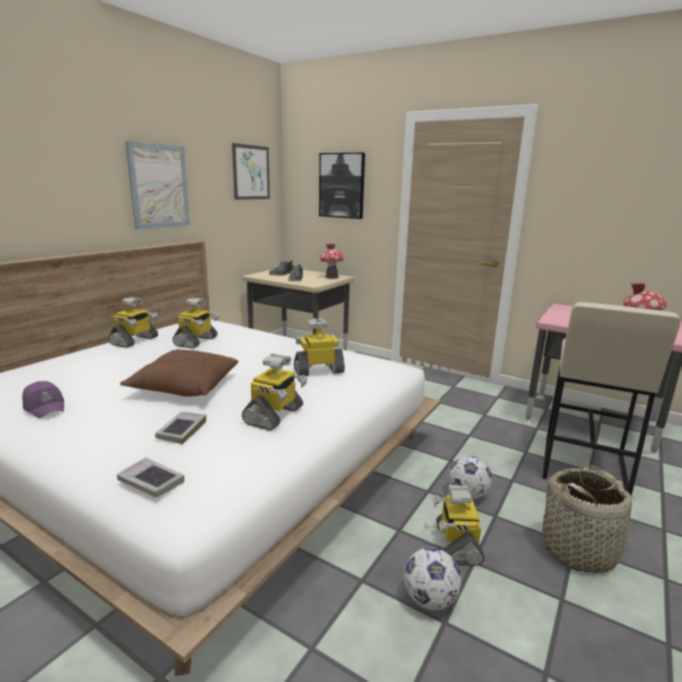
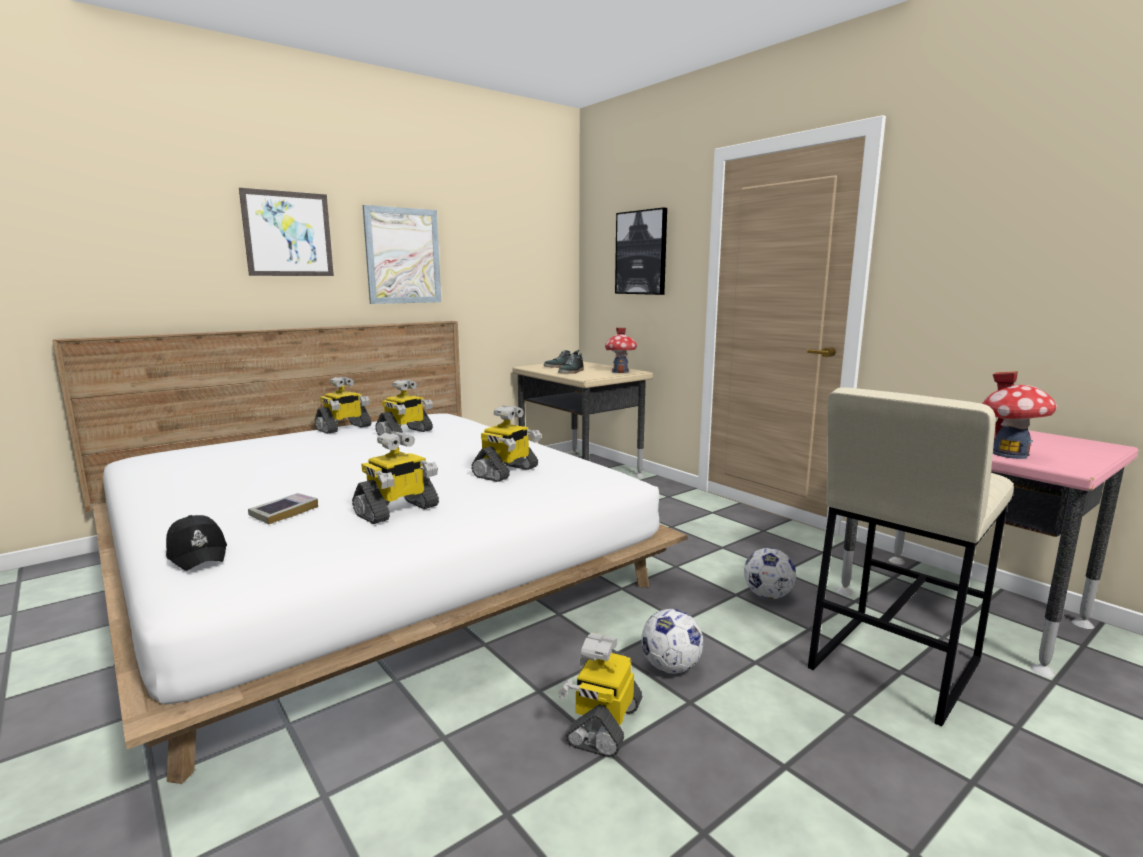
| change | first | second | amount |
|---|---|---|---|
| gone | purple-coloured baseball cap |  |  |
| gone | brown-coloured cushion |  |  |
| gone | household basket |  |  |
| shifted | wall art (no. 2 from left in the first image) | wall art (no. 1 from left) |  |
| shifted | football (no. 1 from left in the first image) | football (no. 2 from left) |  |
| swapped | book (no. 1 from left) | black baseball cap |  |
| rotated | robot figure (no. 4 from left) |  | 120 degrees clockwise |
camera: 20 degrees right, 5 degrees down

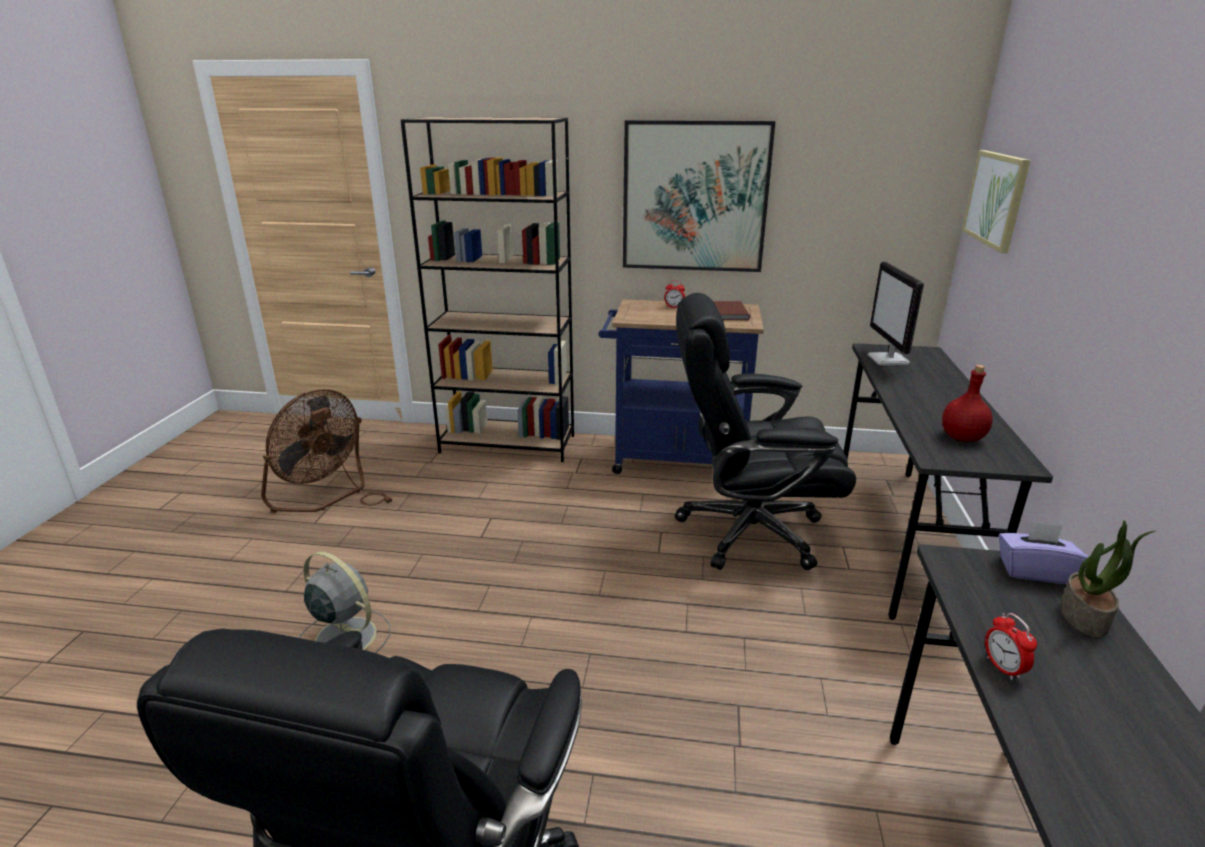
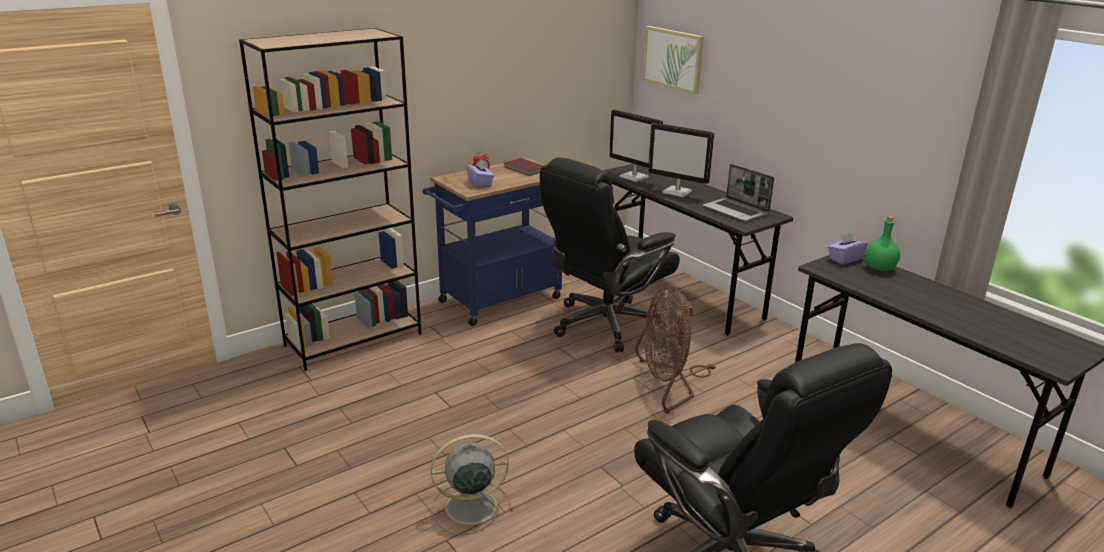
| change | first | second | amount |
|---|---|---|---|
| gone | wall art (no. 1 from left) |  |  |
| gone | table clock (no. 2 from left) |  |  |
| new |  | purple-coloured box of tissues (no. 1 from left) |  |
| new |  | monitor (no. 2 from left) |  |
| shifted | brown-coloured fan |  |  |
| swapped | red beverage bottle | notebook computer |  |
| swapped | houseplant | green-coloured beverage bottle |  |
camera: 45 degrees left, 0 degrees up

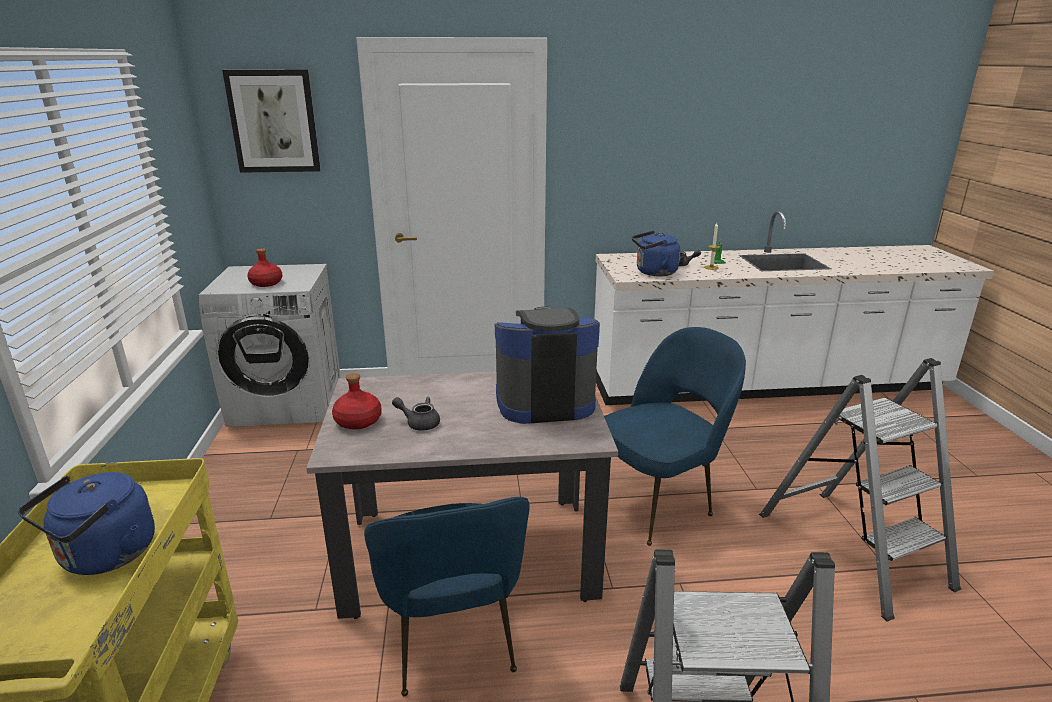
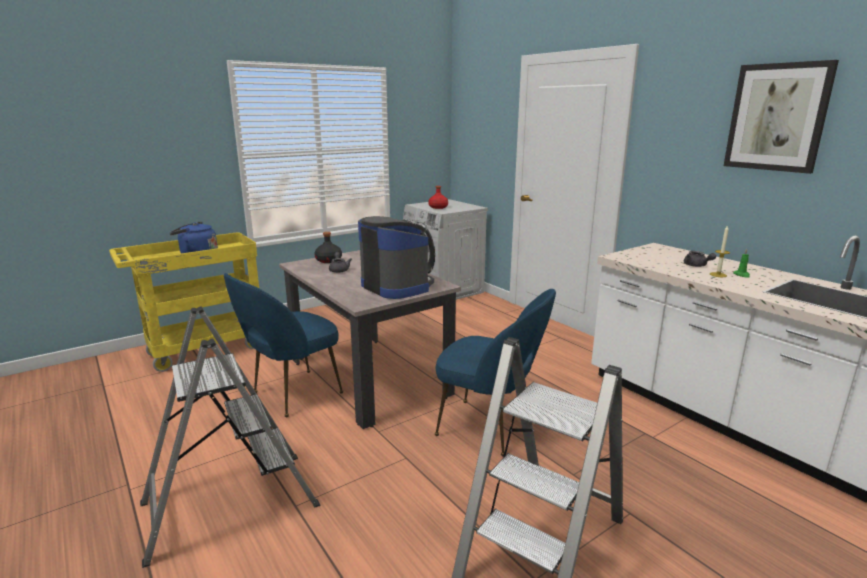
| change | first | second | amount |
|---|---|---|---|
| gone | blue-coloured kettle (no. 2 from left) |  |  |
| shifted | wall art |  |  |
| repainted | red beverage bottle (no. 2 from left) | black beverage bottle |  |
camera: 60 degrees right, 5 degrees down

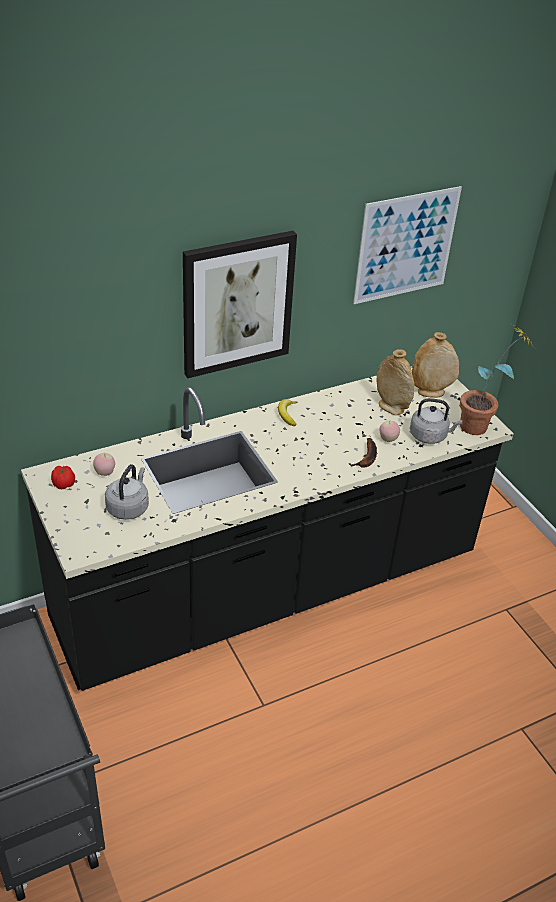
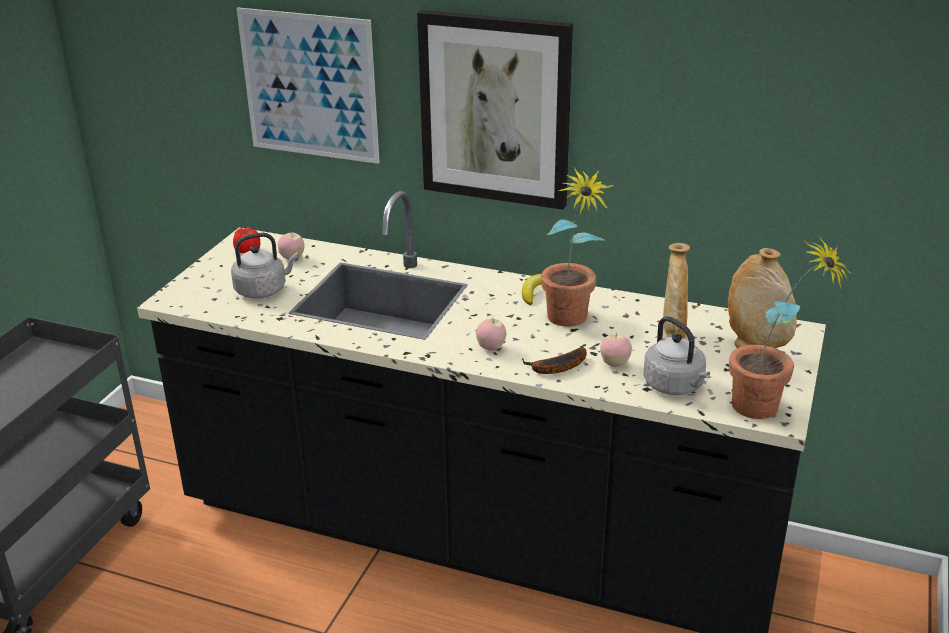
| change | first | second | amount |
|---|---|---|---|
| new |  | apple (no. 2 from left) |  |
| new |  | houseplant (no. 1 from left) |  |
| shifted | wall art (no. 2 from left in the first image) | wall art (no. 1 from left) |  |
camera: 50 degrees right, 10 degrees down

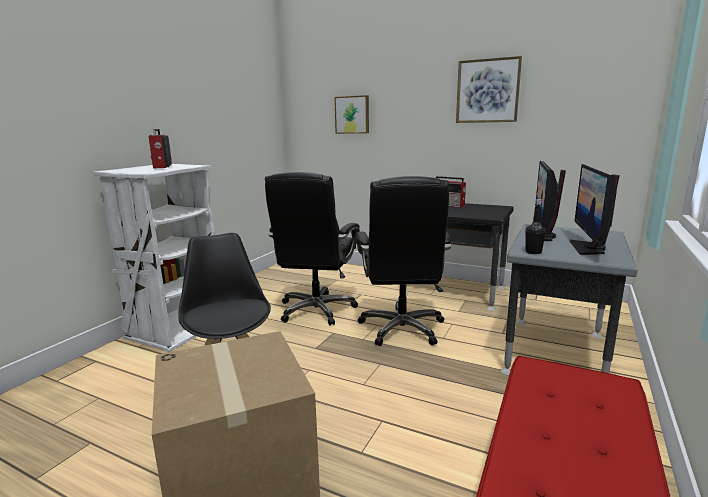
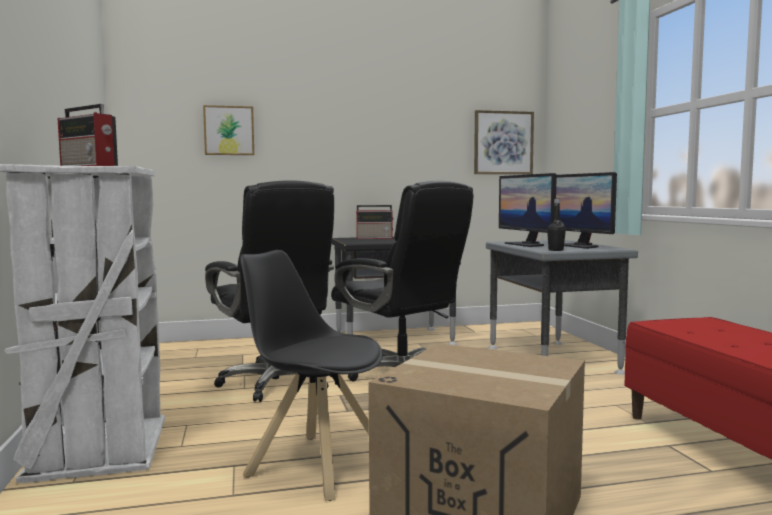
| change | first | second | amount |
|---|---|---|---|
| shifted | wall art (no. 2 from left) |  |  |
camera: 40 degrees left, 10 degrees down

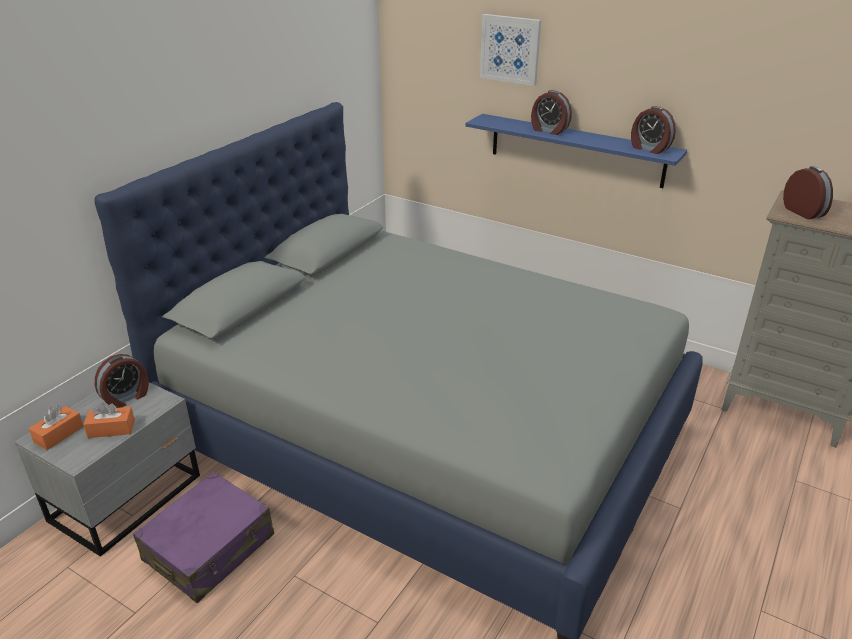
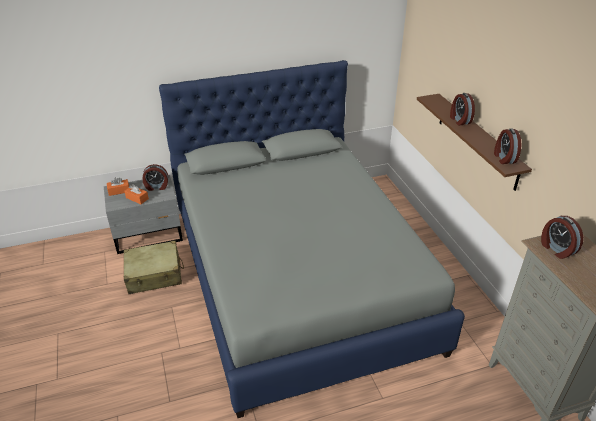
| change | first | second | amount |
|---|---|---|---|
| gone | wall art |  |  |
| repainted | purple-coloured piece of luggage | beige-coloured piece of luggage |  |
| repainted | blue-coloured shelf | brown-coloured shelf |  |
| rotated | table clock (no. 4 from left) |  | 135 degrees clockwise |
camera: 40 degrees right, 5 degrees up

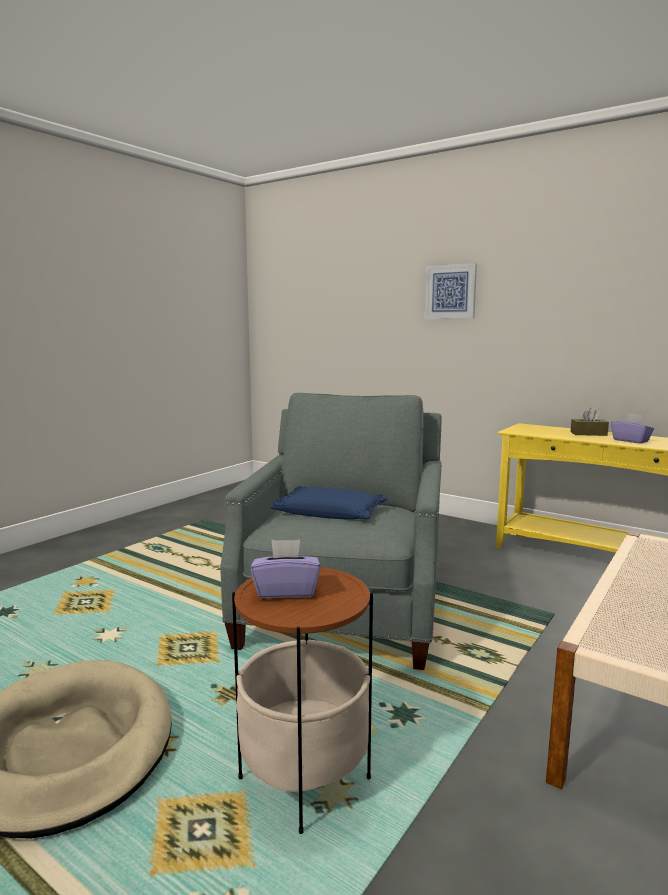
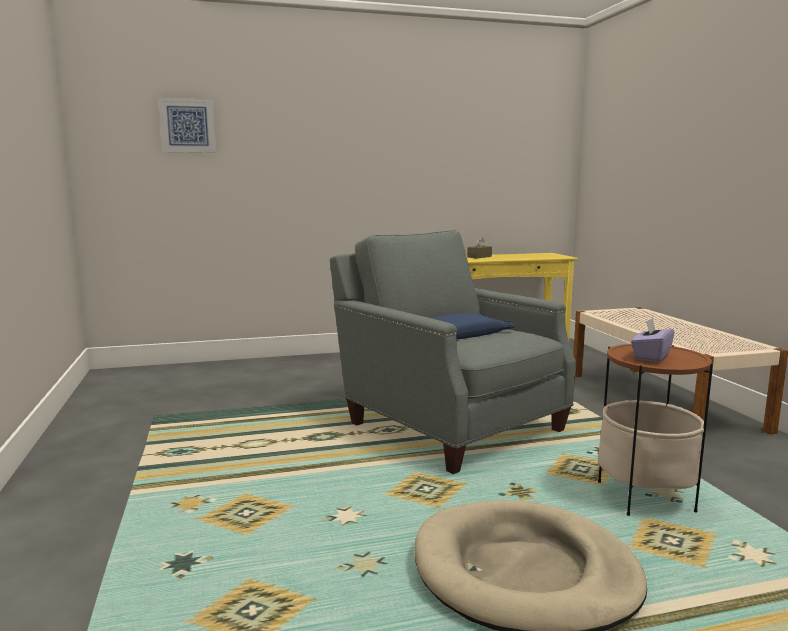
| change | first | second | amount |
|---|---|---|---|
| gone | purple-coloured box of tissues (no. 2 from left) |  |  |
| shifted | wall art |  |  |
camera: 50 degrees left, 0 degrees up

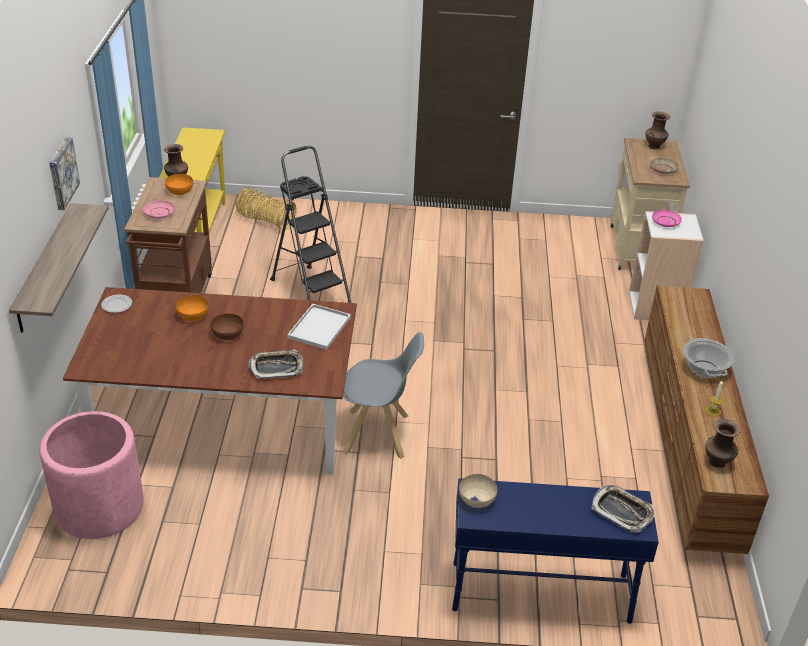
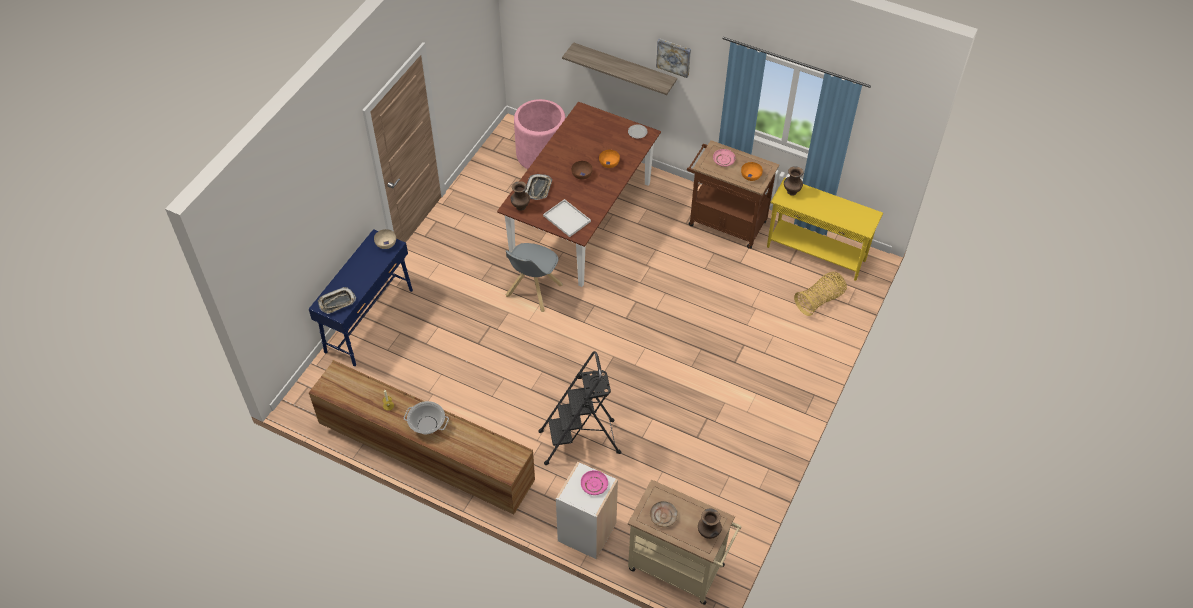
| change | first | second | amount |
|---|---|---|---|
| shifted | step stool |  |  |
| shifted | brown-coloured flower vase (no. 3 from left in the first image) | brown-coloured flower vase (no. 1 from left) |  |
camera: 115 degrees right, 15 degrees up

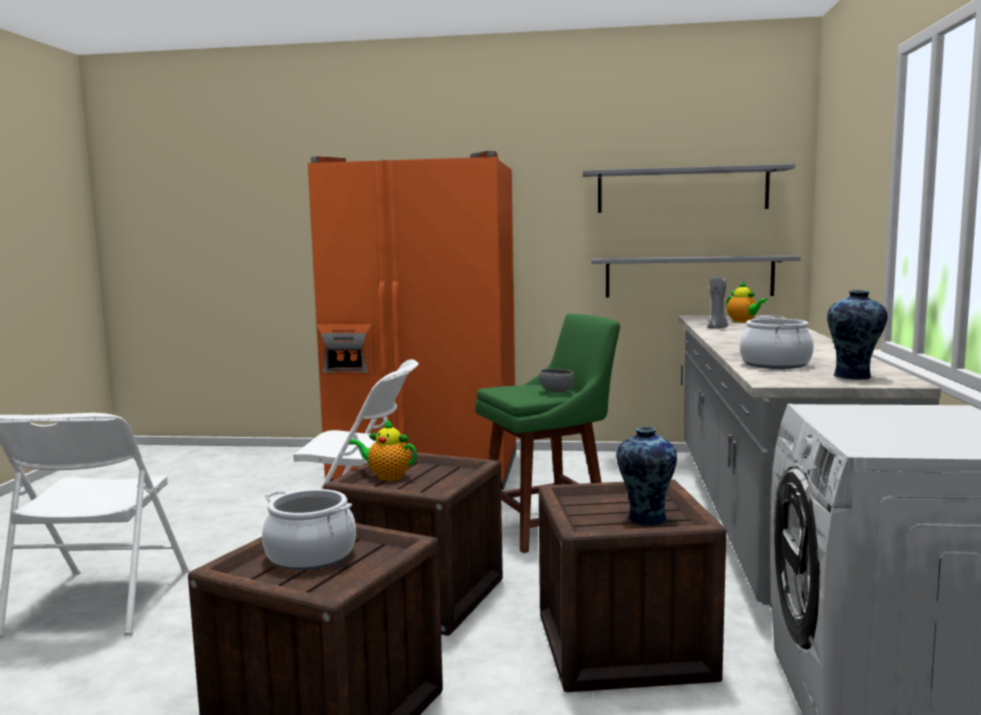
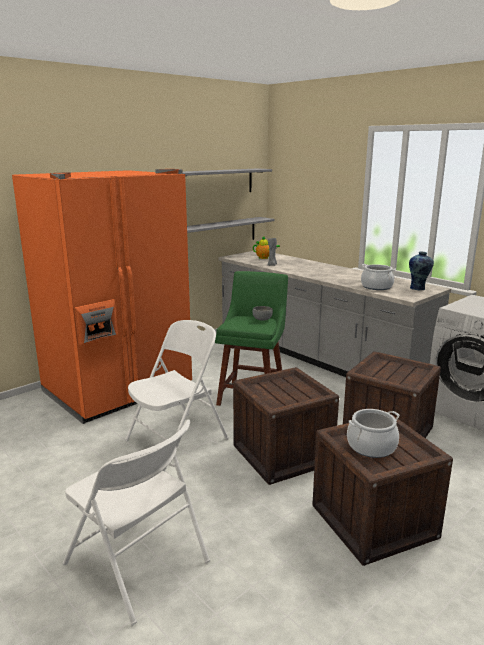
| change | first | second | amount |
|---|---|---|---|
| gone | tea pot (no. 1 from left) |  |  |
| gone | flower vase (no. 1 from left) |  |  |
camera: 50 degrees left, 10 degrees up

